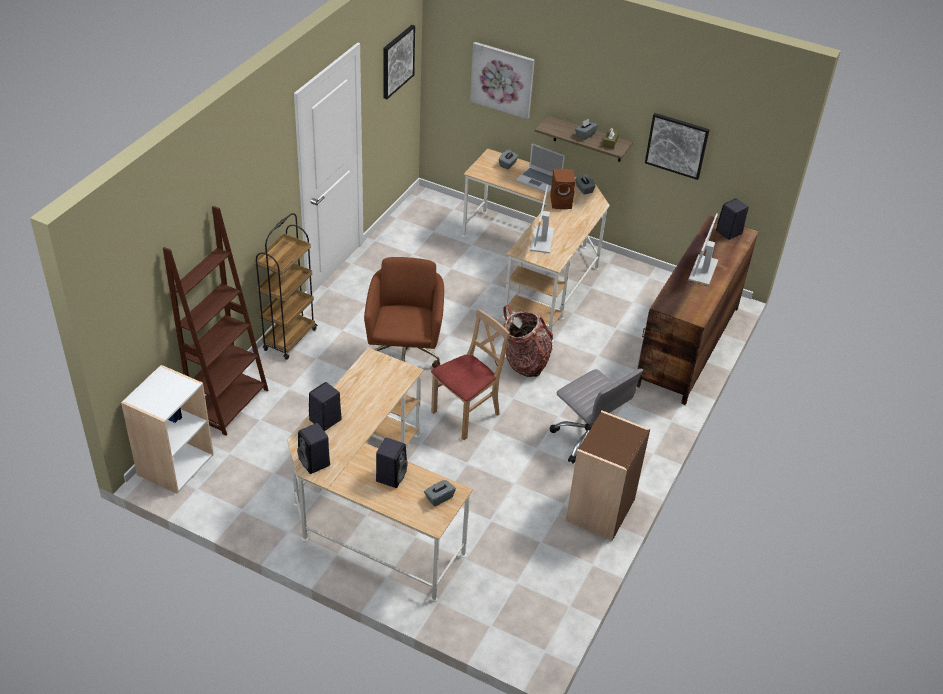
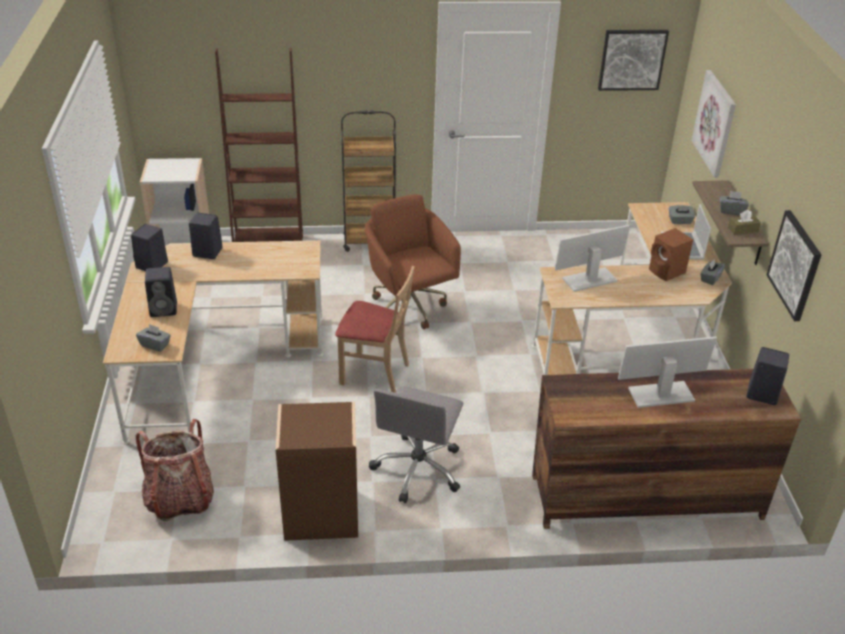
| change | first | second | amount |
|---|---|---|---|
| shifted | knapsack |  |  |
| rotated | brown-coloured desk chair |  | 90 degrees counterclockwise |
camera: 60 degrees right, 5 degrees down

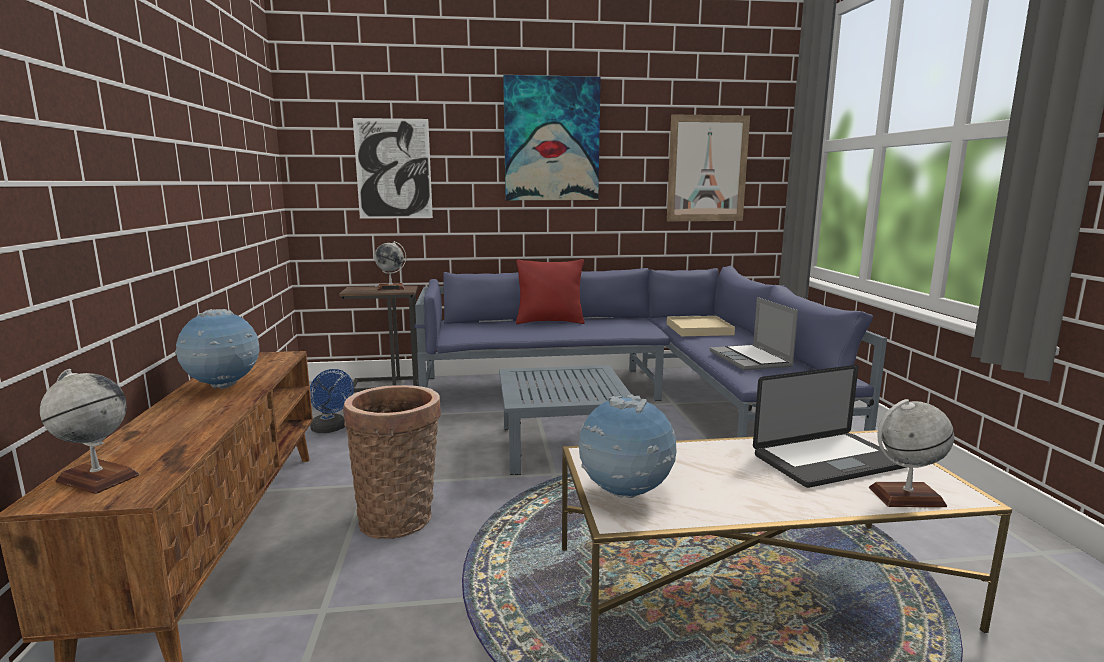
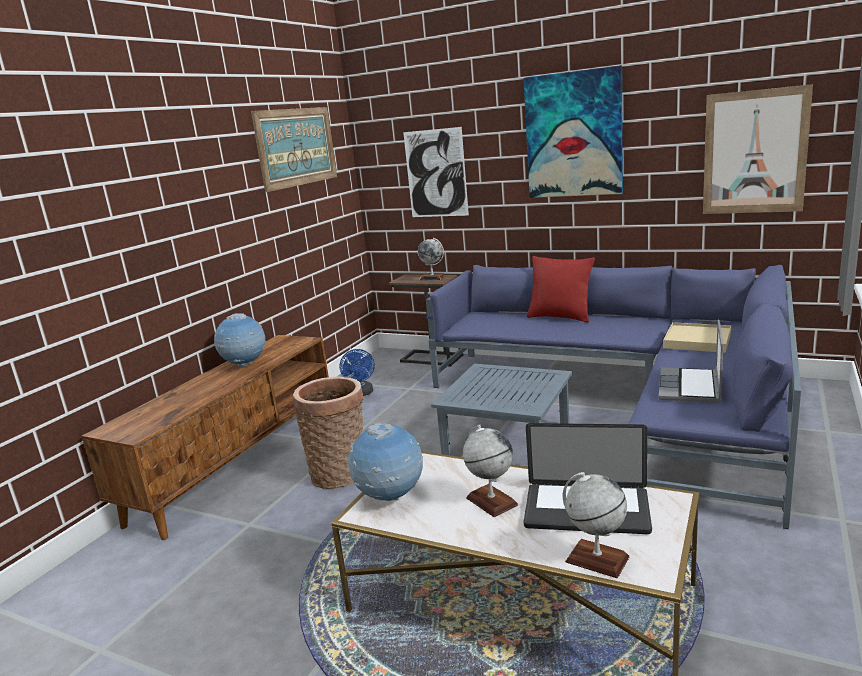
| change | first | second | amount |
|---|---|---|---|
| new |  | wall art (no. 1 from left) |  |
| shifted | world globe (no. 1 from left in the first image) | world globe (no. 4 from left) |  |
camera: 35 degrees right, 5 degrees up

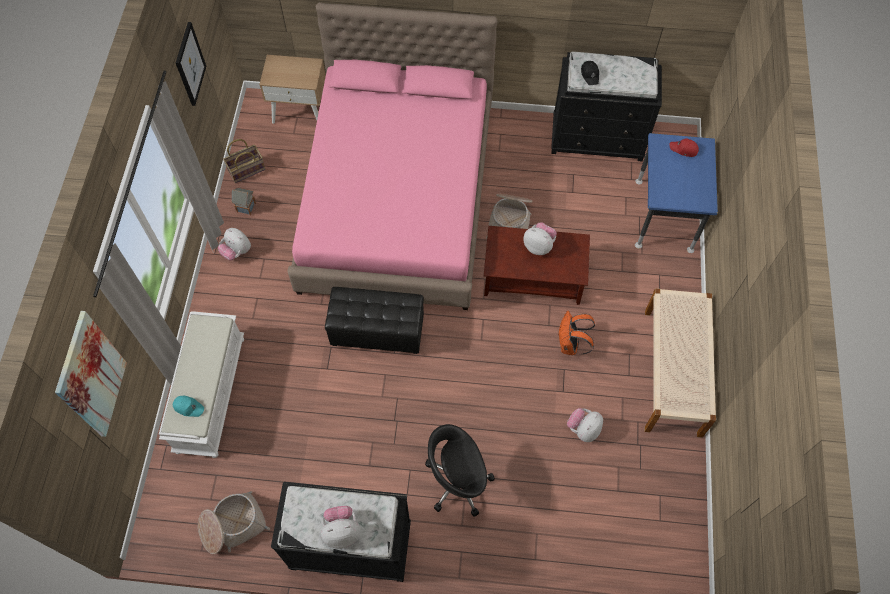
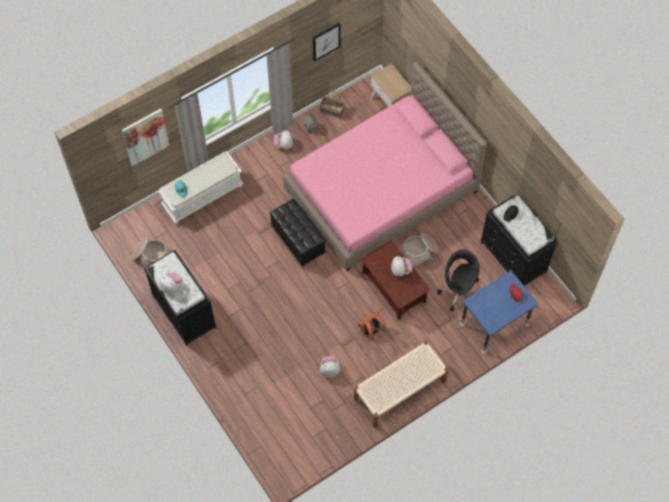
| change | first | second | amount |
|---|---|---|---|
| shifted | black desk chair |  |  |
camera: 50 degrees right, 0 degrees up

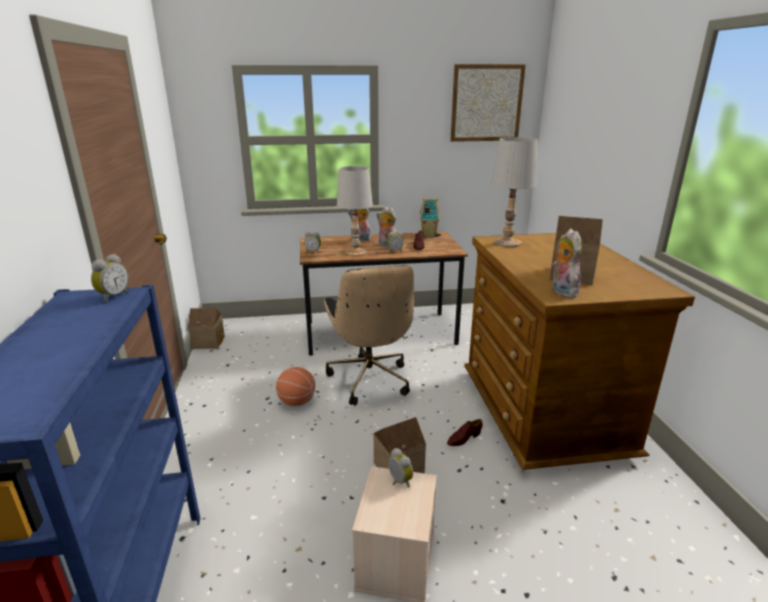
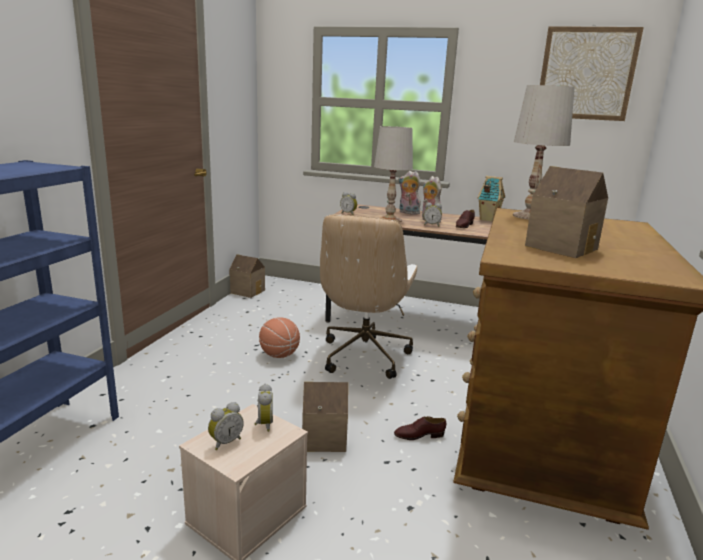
| change | first | second | amount |
|---|---|---|---|
| gone | cuddly toy (no. 3 from left) |  |  |
| shifted | table clock (no. 1 from left) |  |  |
| repainted | black desk chair | whitish desk chair |  |
camera: 25 degrees right, 5 degrees down

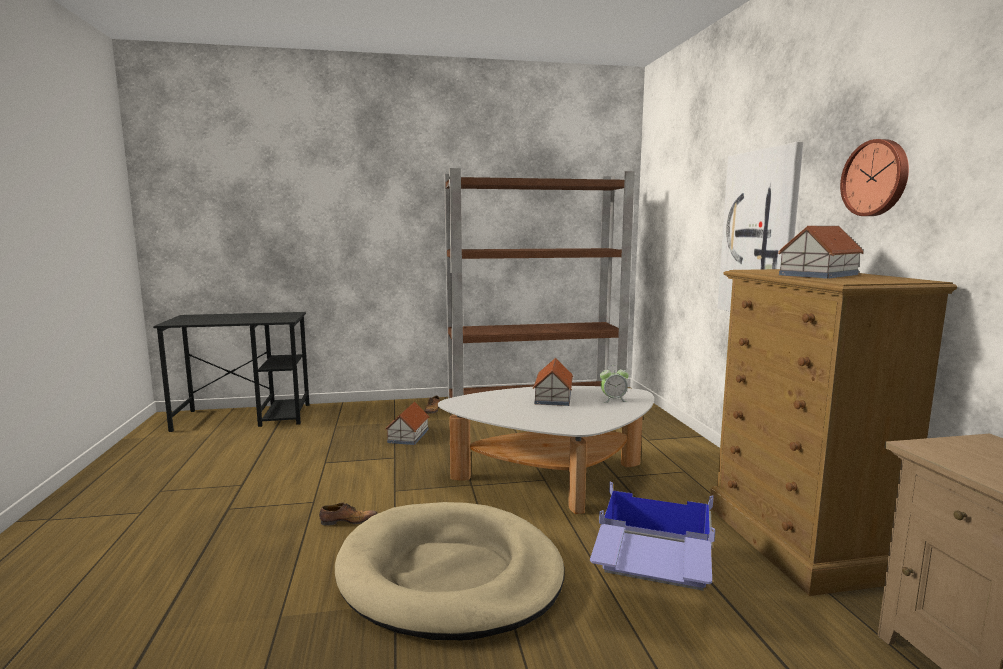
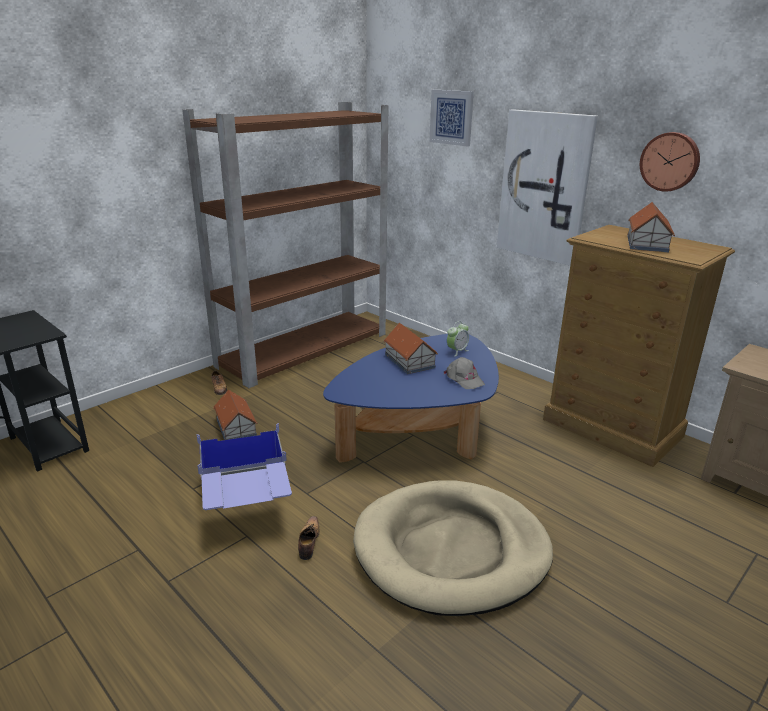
| change | first | second | amount |
|---|---|---|---|
| new |  | wall art (no. 1 from left) |  |
| new |  | gray baseball cap |  |
| shifted | blue-coloured storage bin |  |  |
| repainted | whitish lounge table | blue-coloured lounge table |  |
| rotated | low shoe (no. 1 from left in the first image) | low shoe (no. 2 from left) | 45 degrees counterclockwise |
camera: 35 degrees left, 15 degrees up

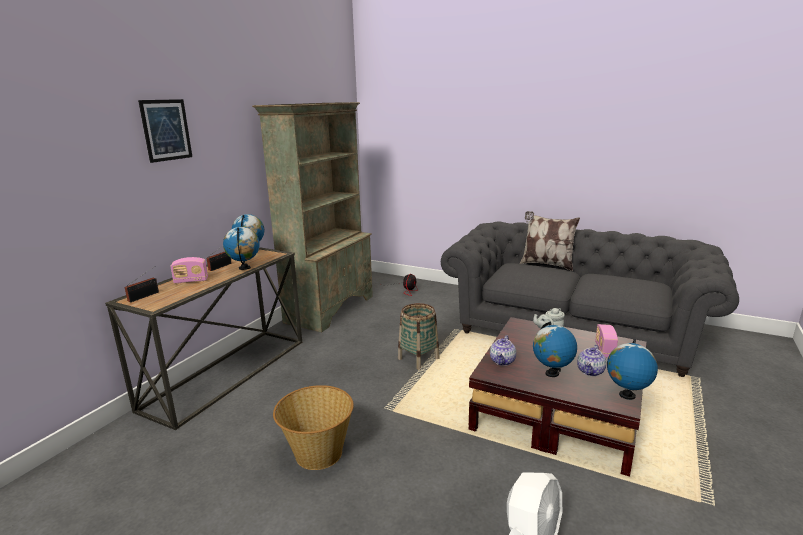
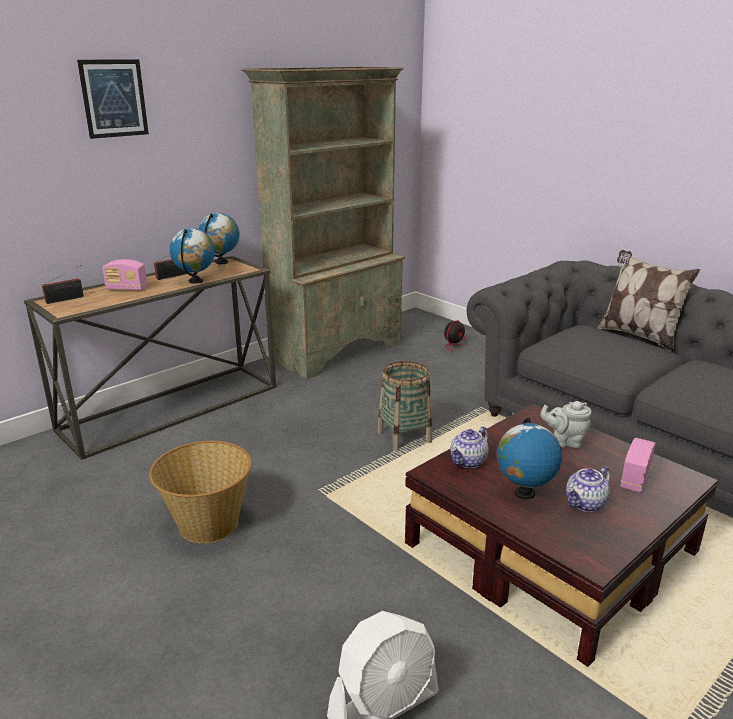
| change | first | second | amount |
|---|---|---|---|
| gone | world globe (no. 4 from left) |  |  |
camera: 20 degrees right, 5 degrees up

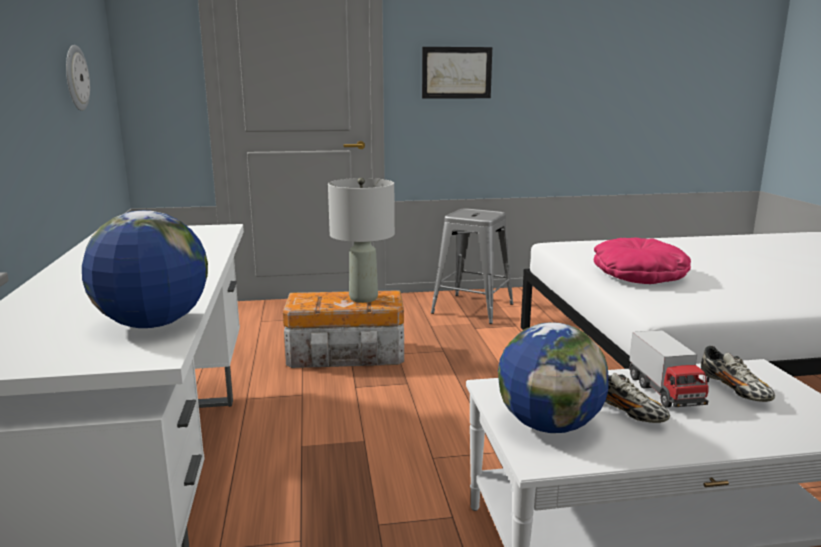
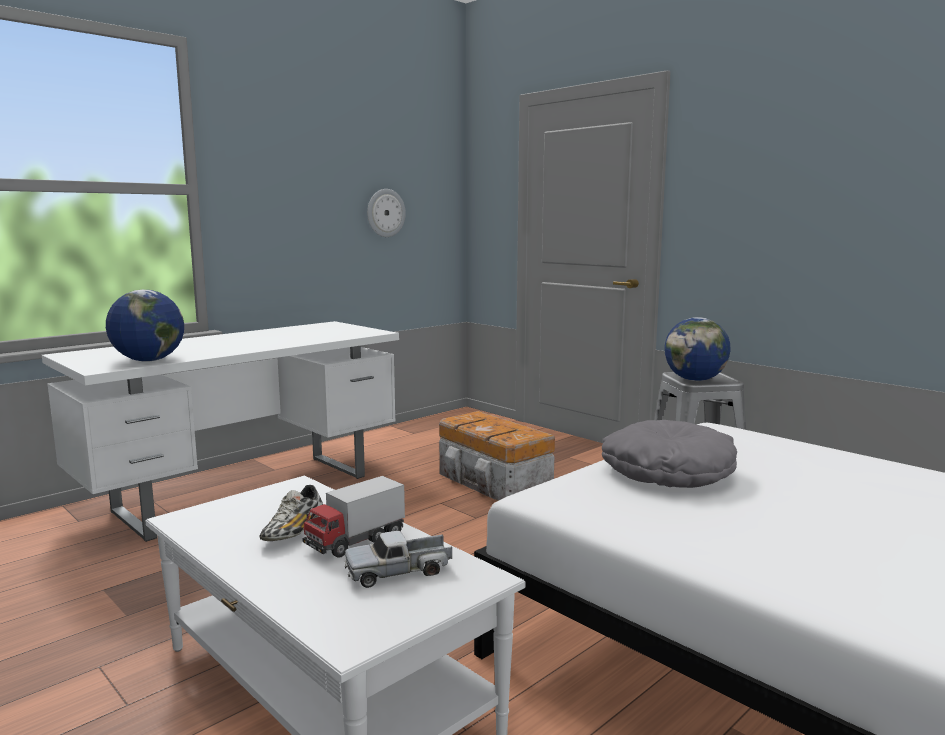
| change | first | second | amount |
|---|---|---|---|
| gone | gray table lamp |  |  |
| gone | wall art |  |  |
| shifted | world globe (no. 2 from left) |  |  |
| swapped | low shoe (no. 2 from left) | toy truck (no. 2 from left) |  |
| repainted | pink cushion | gray cushion |  |
camera: 55 degrees right, 5 degrees down

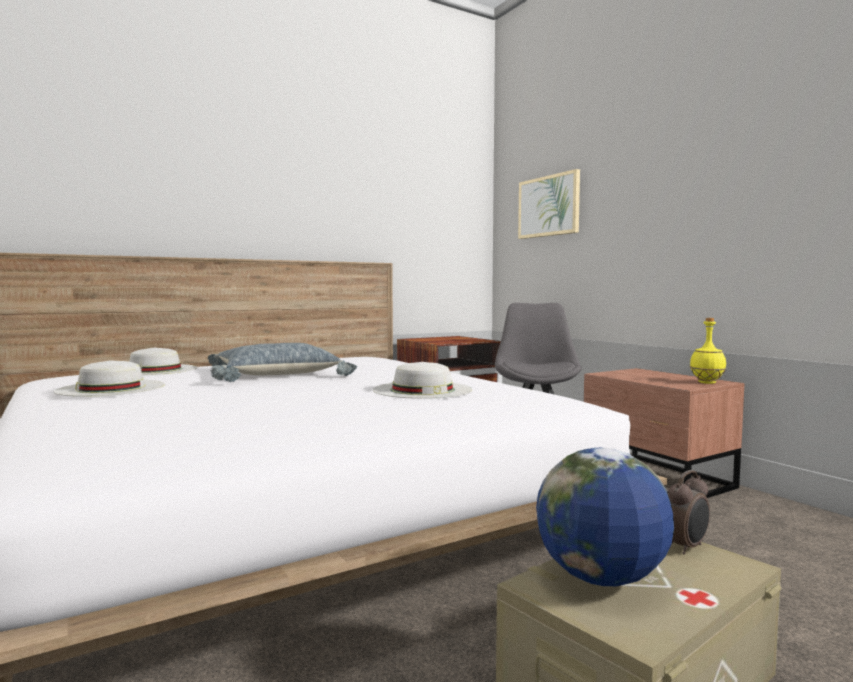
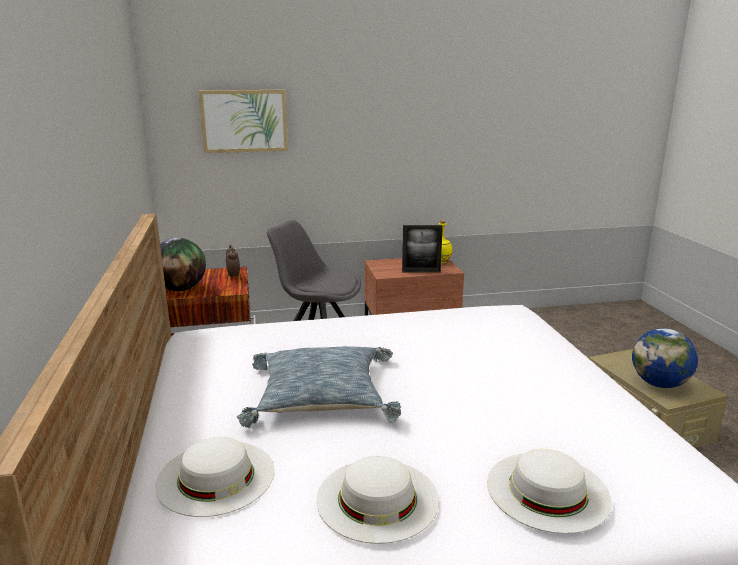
| change | first | second | amount |
|---|---|---|---|
| new |  | world globe (no. 1 from left) |  |
| new |  | picture frame |  |
| shifted | whitish wearable hat (no. 3 from left) |  |  |
| shifted | table clock |  |  |
camera: 70 degrees left, 15 degrees up

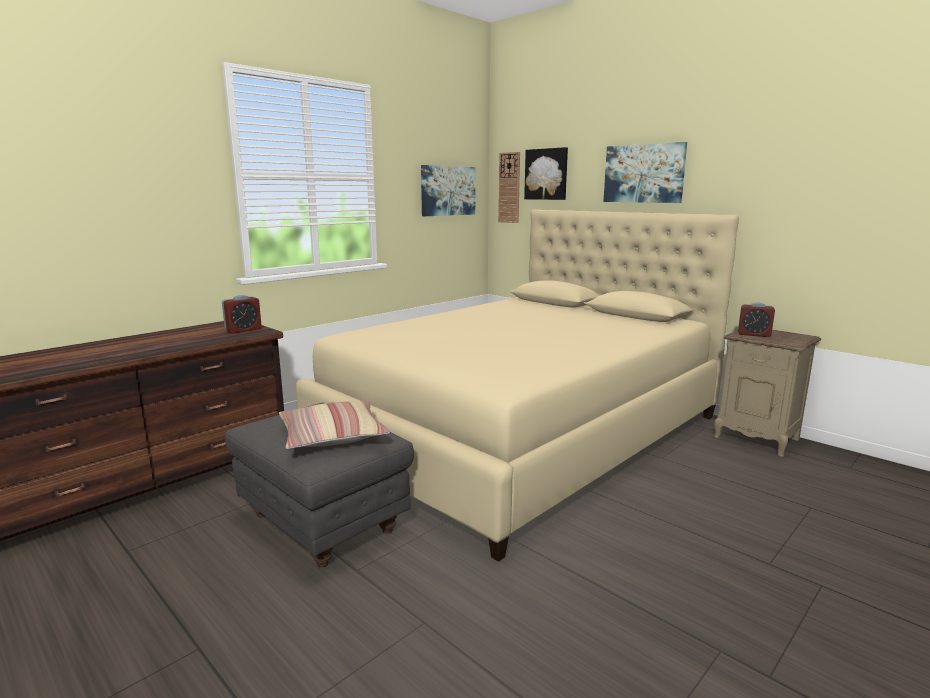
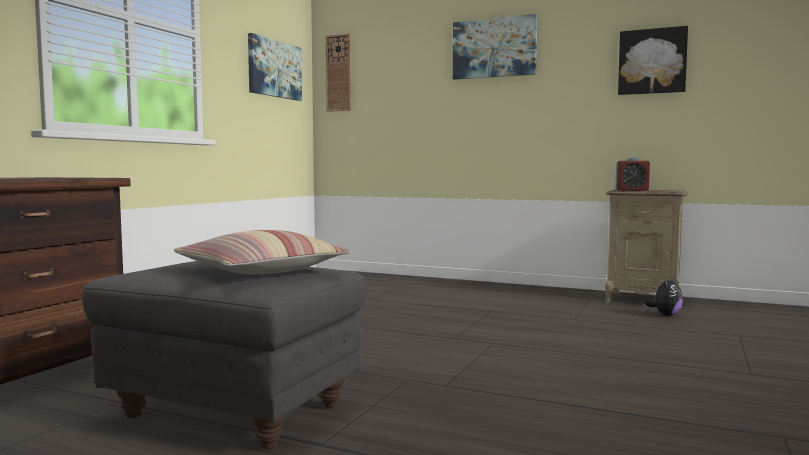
| change | first | second | amount |
|---|---|---|---|
| gone | table clock (no. 1 from left) |  |  |
| gone | beige-coloured sleeping bed |  |  |
| new |  | cuddly toy |  |
| shifted | wall art (no. 2 from left in the first image) | wall art (no. 3 from left) |  |
camera: 20 degrees left, 10 degrees down

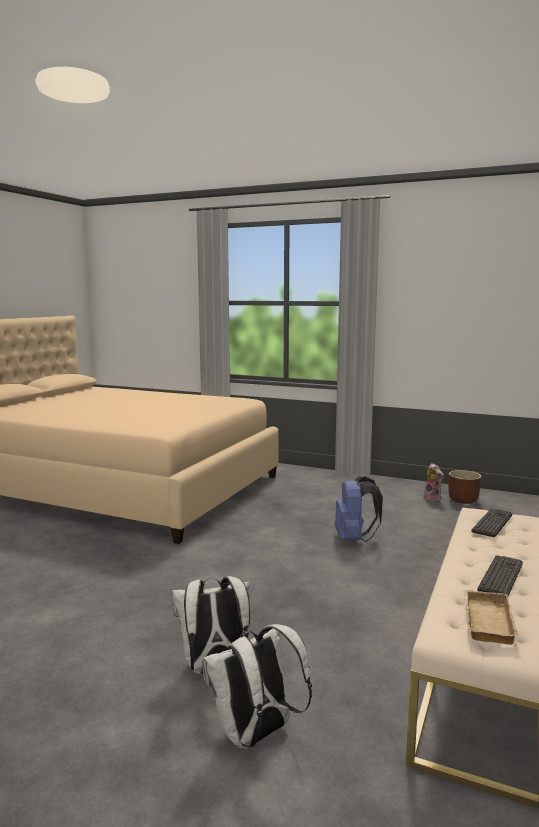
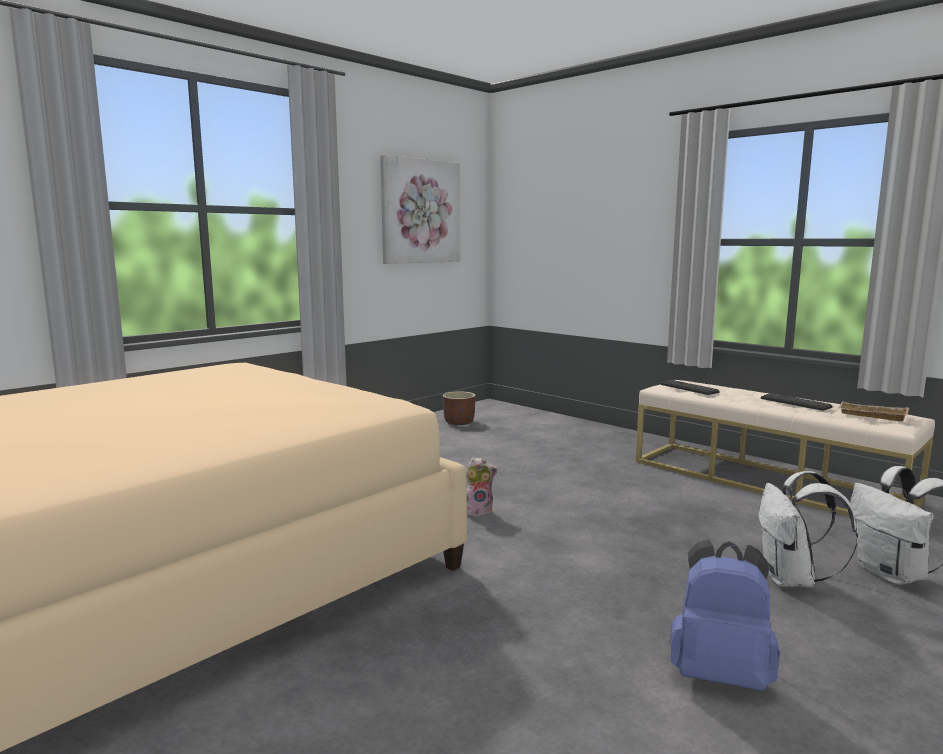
| change | first | second | amount |
|---|---|---|---|
| new |  | wall art |  |
| shifted | blue-coloured knapsack |  |  |
| shifted | cuddly toy |  |  |
camera: 70 degrees left, 0 degrees up

